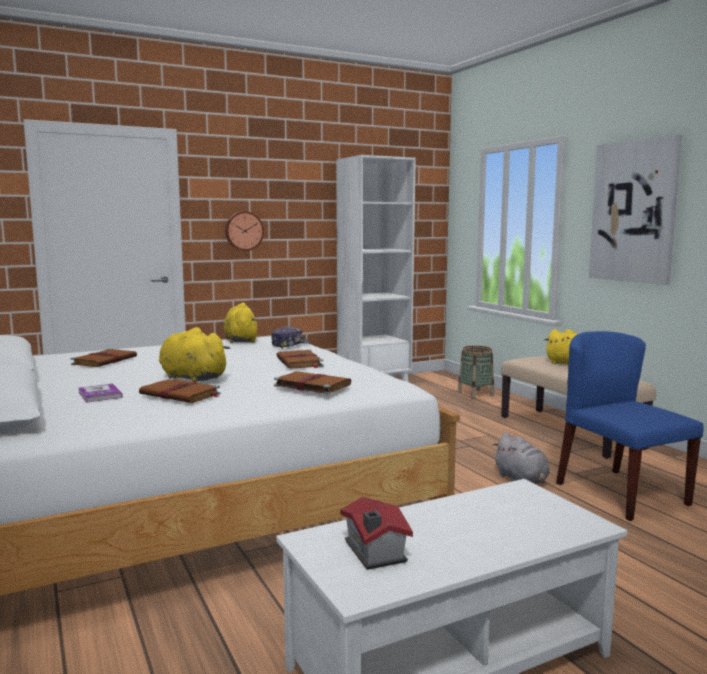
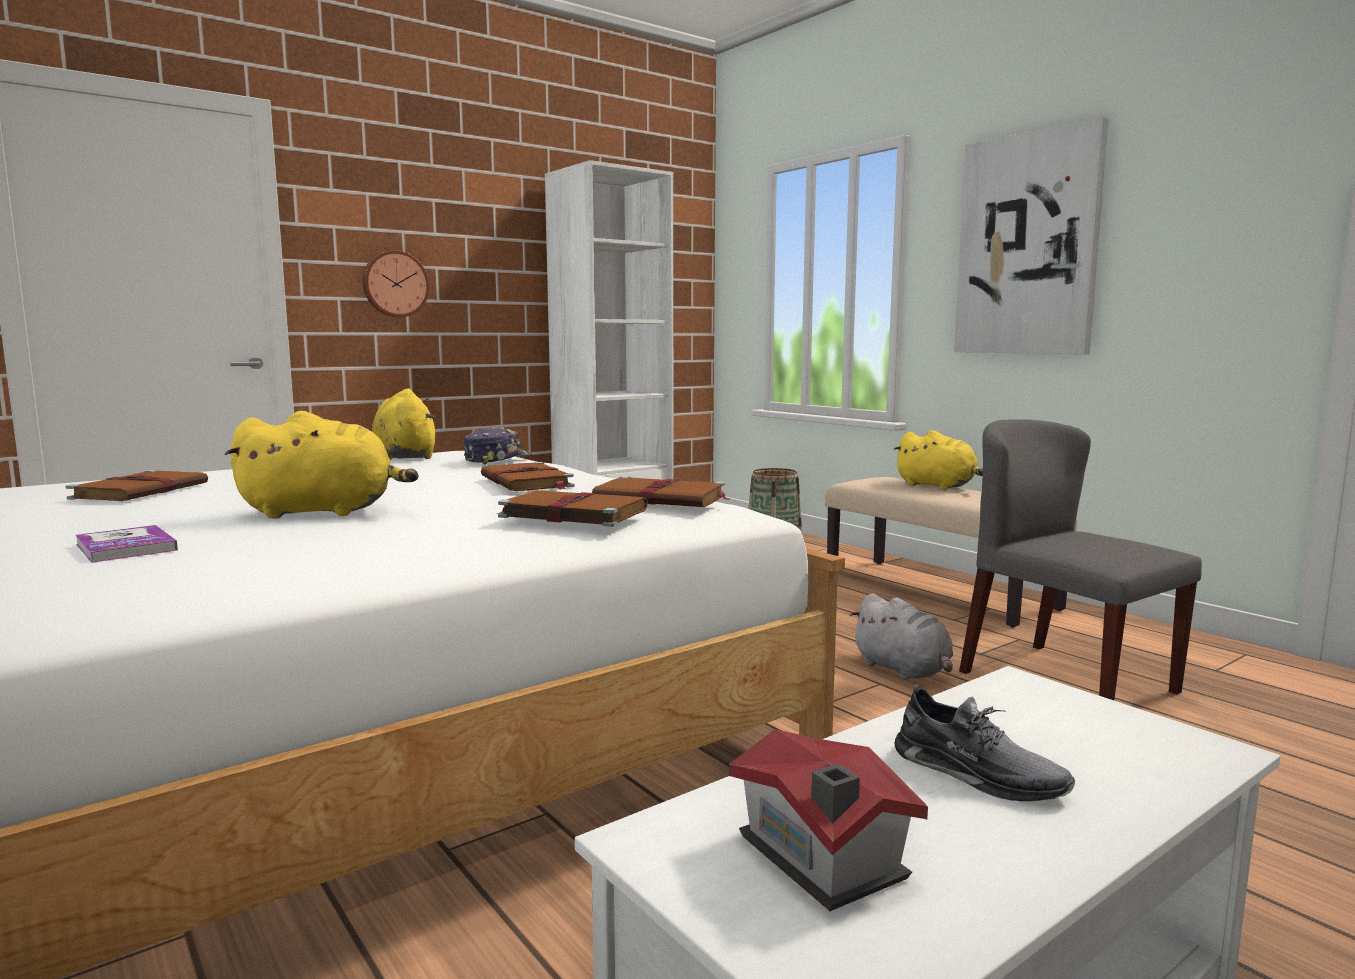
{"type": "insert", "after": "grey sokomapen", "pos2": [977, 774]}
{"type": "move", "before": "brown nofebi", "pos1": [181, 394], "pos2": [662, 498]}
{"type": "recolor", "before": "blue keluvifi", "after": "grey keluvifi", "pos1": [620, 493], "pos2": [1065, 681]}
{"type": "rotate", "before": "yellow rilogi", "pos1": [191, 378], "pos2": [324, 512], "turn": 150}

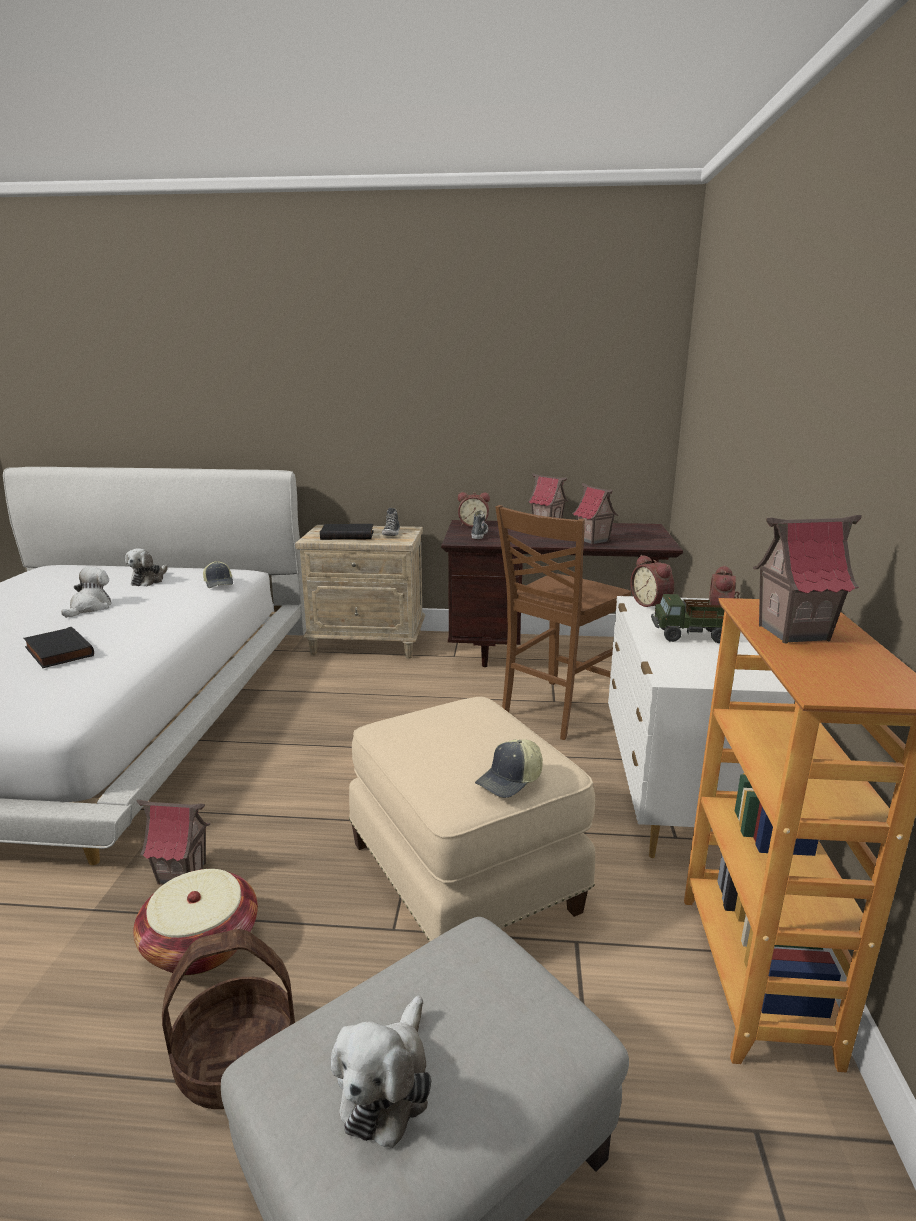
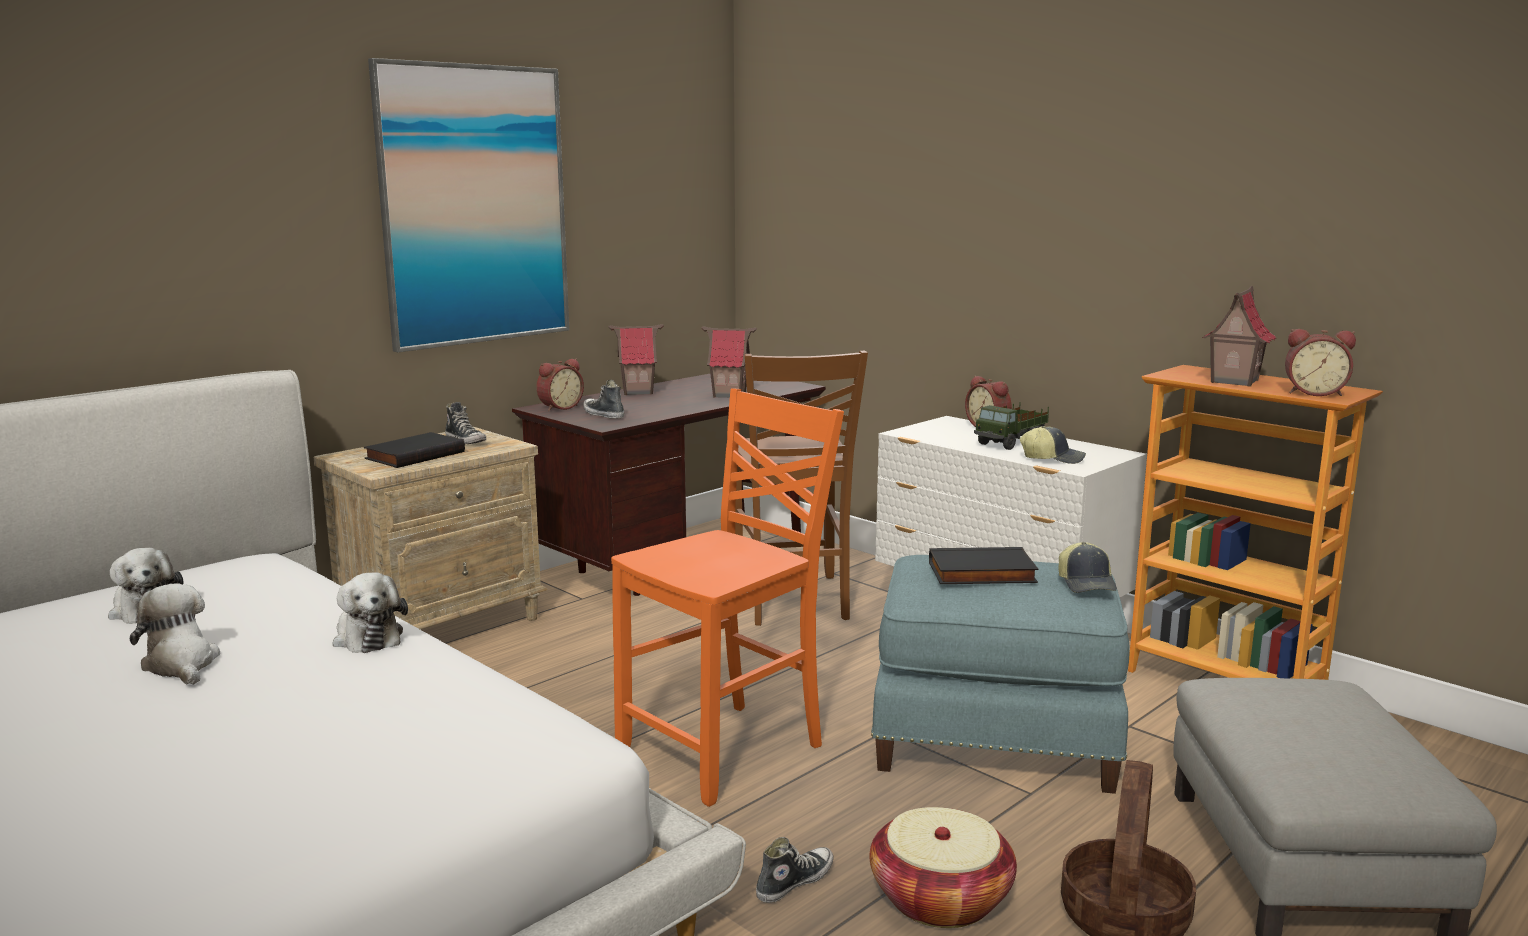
{"type": "insert", "after": "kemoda", "pos2": [475, 206]}
{"type": "insert", "after": "orange keluvifi", "pos2": [726, 750]}
{"type": "move", "before": "black nofebi", "pos1": [57, 652], "pos2": [981, 573]}
{"type": "move", "before": "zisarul", "pos1": [219, 583], "pos2": [1053, 458]}
{"type": "move", "before": "rilogi", "pos1": [387, 1084], "pos2": [367, 637]}
{"type": "move", "before": "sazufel", "pos1": [652, 604], "pos2": [1314, 393]}
{"type": "replace", "before": "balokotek", "after": "sokomapen", "pos1": [182, 872], "pos2": [794, 882]}
{"type": "recolor", "before": "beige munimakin", "after": "blue munimakin", "pos1": [465, 875], "pos2": [994, 736]}

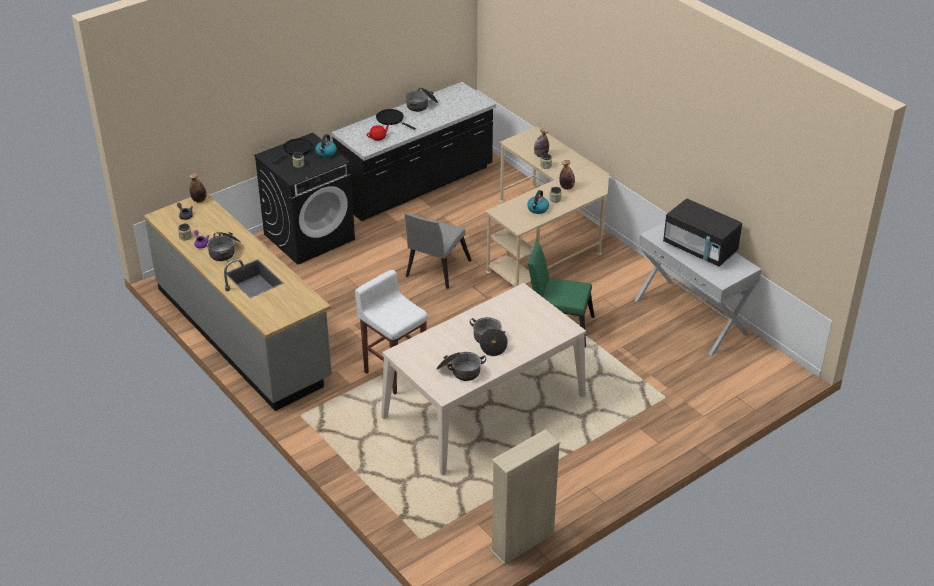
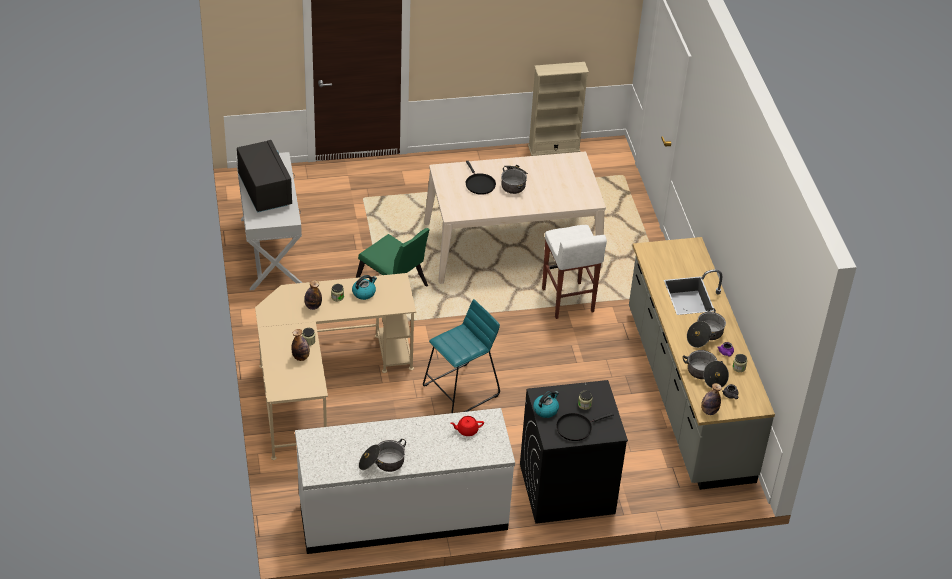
{"type": "move", "before": "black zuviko", "pos1": [391, 119], "pos2": [479, 184]}
{"type": "move", "before": "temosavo", "pos1": [459, 371], "pos2": [705, 375]}
{"type": "replace", "before": "grey keluvifi", "after": "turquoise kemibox", "pos1": [435, 270], "pos2": [461, 390]}
{"type": "recolor", "before": "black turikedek", "after": "white turikedek", "pos1": [416, 186], "pos2": [403, 514]}

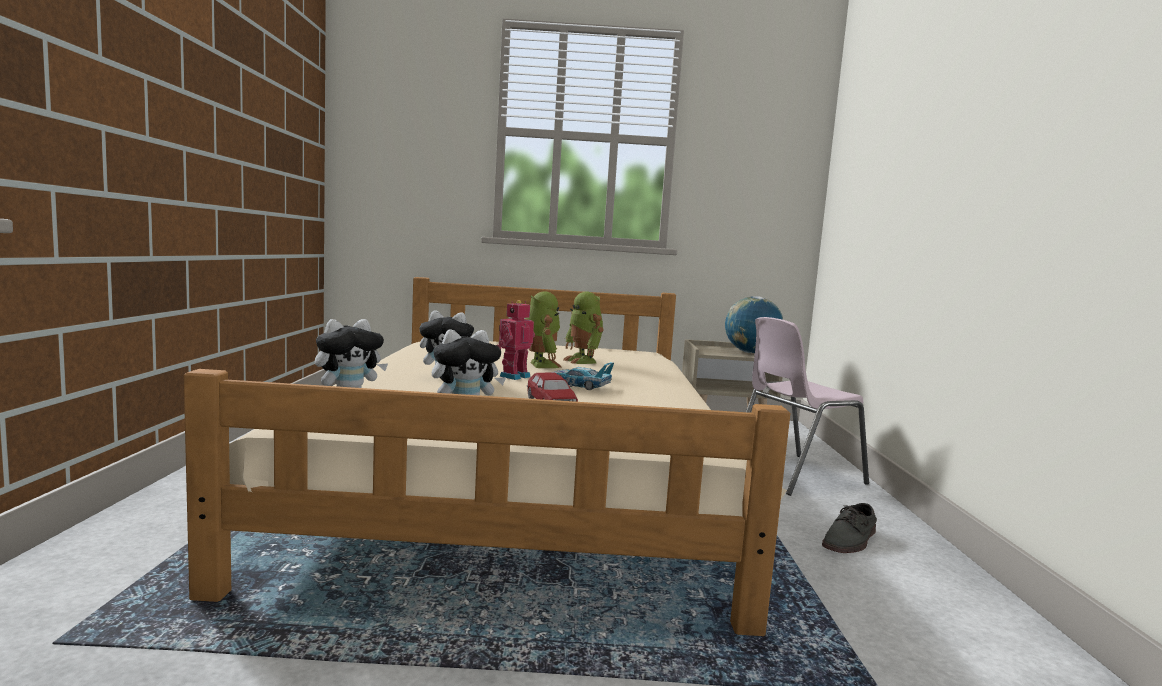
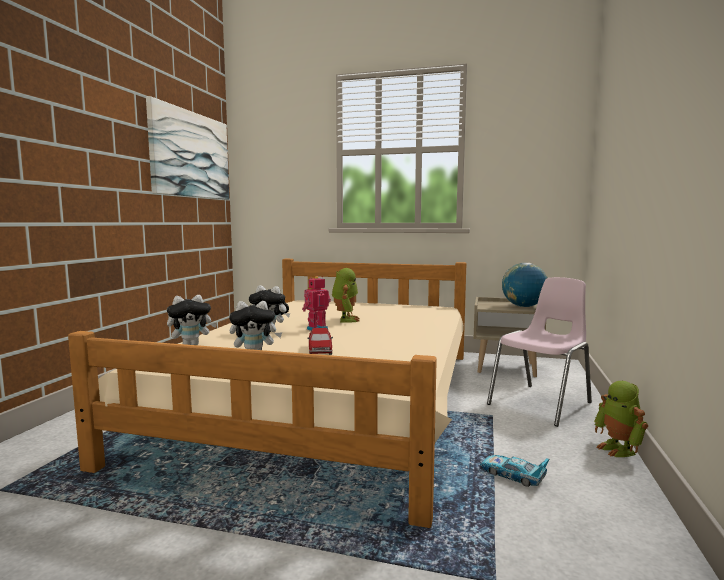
{"type": "delete", "before": "grey sokomapen", "pos1": [850, 540]}
{"type": "insert", "after": "kemoda", "pos2": [190, 155]}
{"type": "move", "before": "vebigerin", "pos1": [577, 385], "pos2": [512, 475]}
{"type": "move", "before": "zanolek", "pos1": [583, 361], "pos2": [618, 449]}
{"type": "rotate", "before": "pink keluvifi", "pos1": [793, 474], "pos2": [542, 403], "turn": 150}

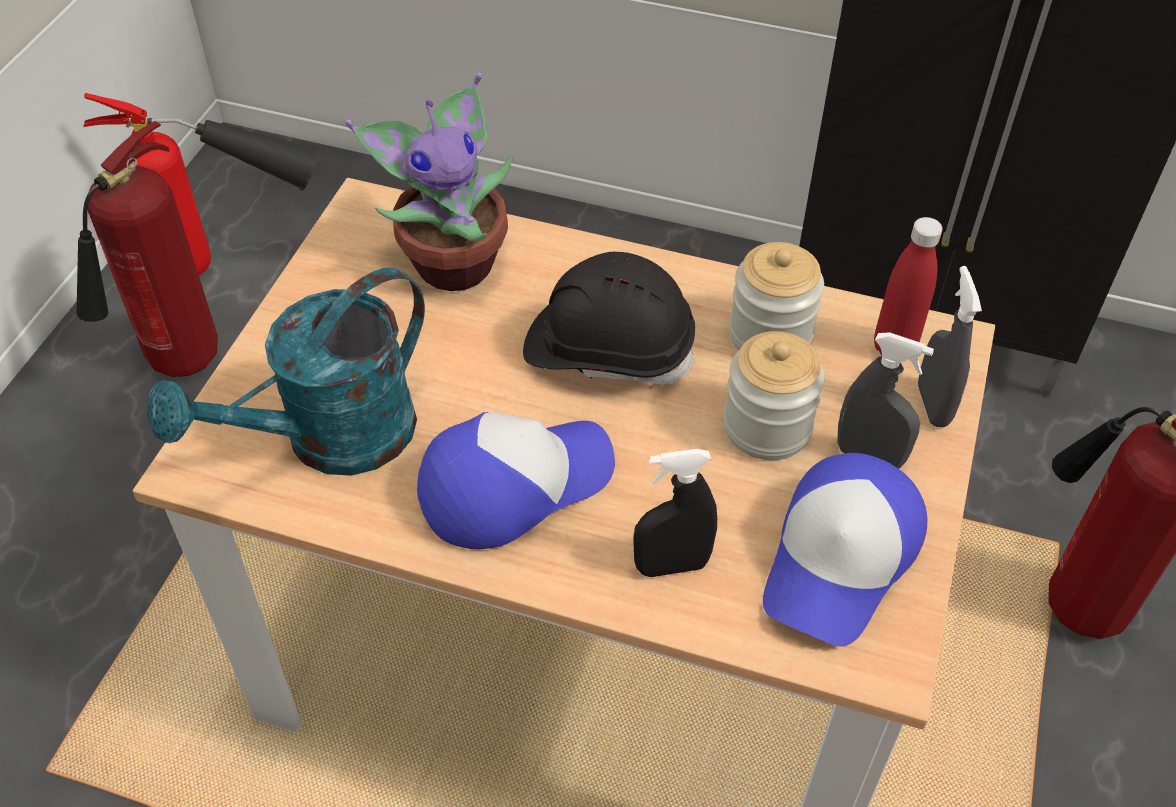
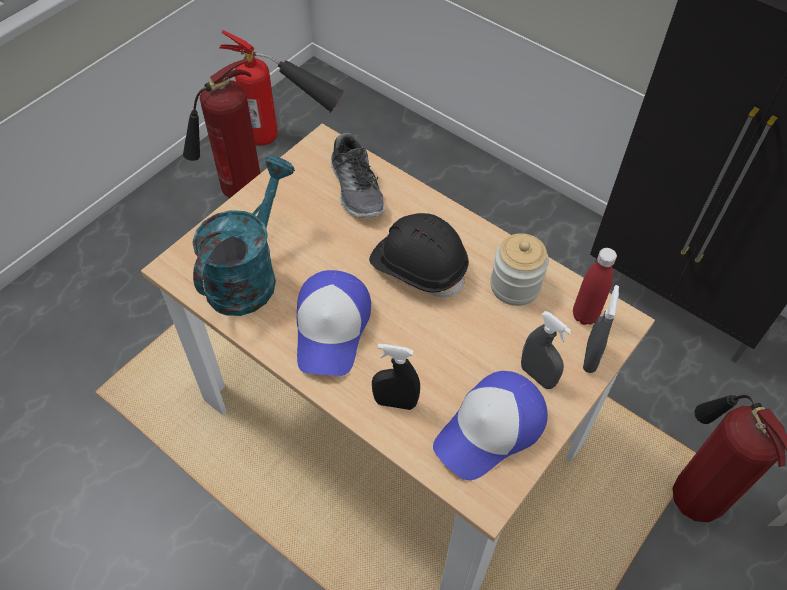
{"type": "delete", "before": "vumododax", "pos1": [767, 427]}
{"type": "replace", "before": "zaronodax", "after": "sokomapen", "pos1": [452, 261], "pos2": [357, 189]}
{"type": "rotate", "before": "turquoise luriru", "pos1": [330, 440], "pos2": [248, 274], "turn": 135}
{"type": "rotate", "before": "zisarul", "pos1": [514, 484], "pos2": [332, 329], "turn": 105}

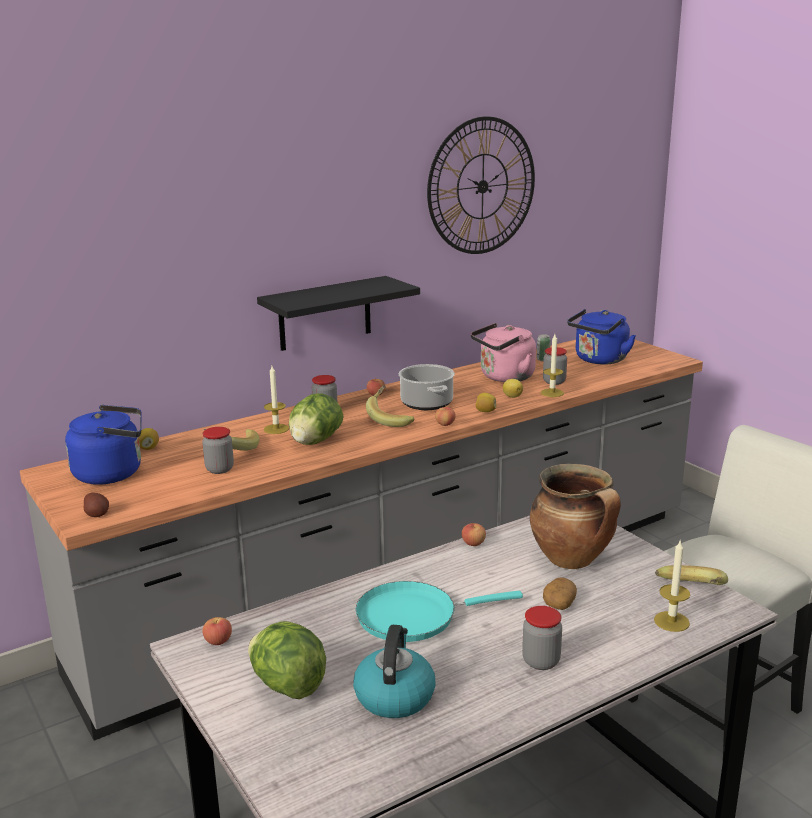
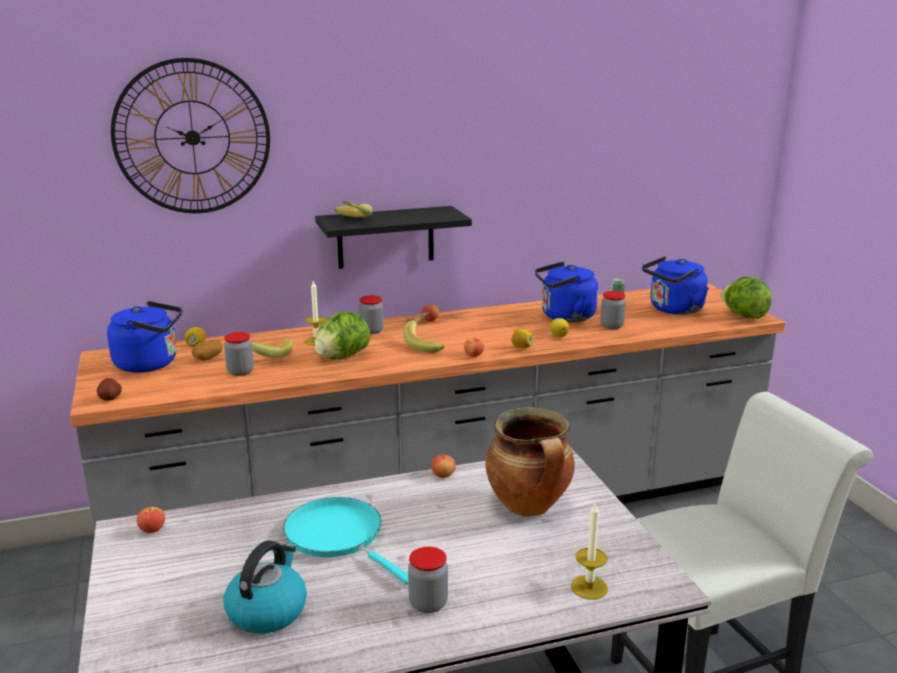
{"type": "delete", "before": "temosavo", "pos1": [426, 403]}
{"type": "delete", "before": "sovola", "pos1": [552, 393]}
{"type": "move", "before": "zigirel", "pos1": [287, 685], "pos2": [743, 315]}
{"type": "move", "before": "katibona", "pos1": [482, 186], "pos2": [192, 137]}
{"type": "move", "before": "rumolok", "pos1": [559, 603], "pos2": [208, 357]}
{"type": "move", "before": "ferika", "pos1": [690, 593], "pos2": [348, 221]}
{"type": "recolor", "before": "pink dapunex", "after": "blue dapunex", "pos1": [504, 377], "pos2": [564, 317]}
{"type": "rotate", "before": "turquoise zuviko", "pos1": [413, 616], "pos2": [338, 536], "turn": 45}

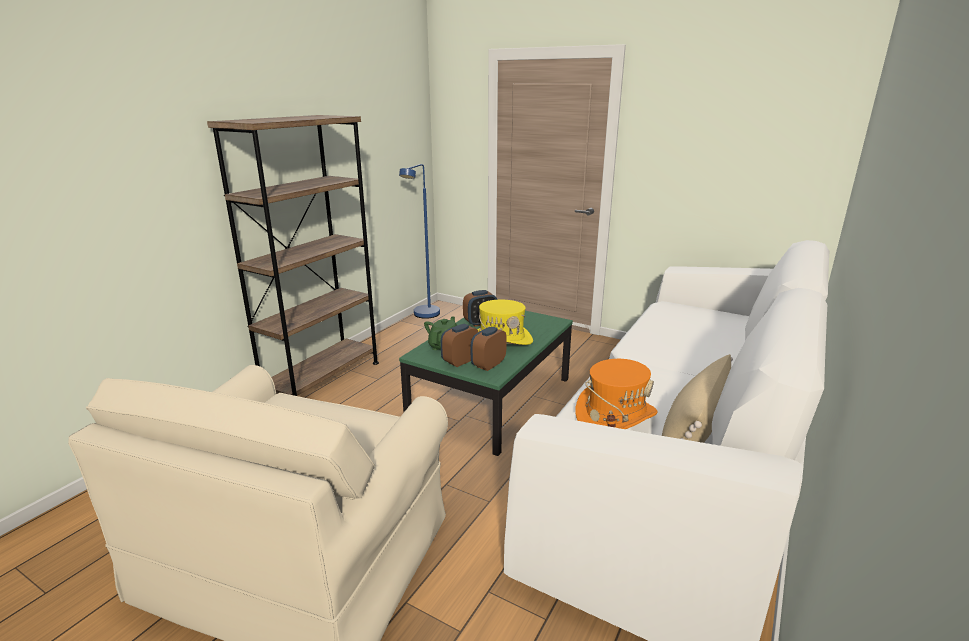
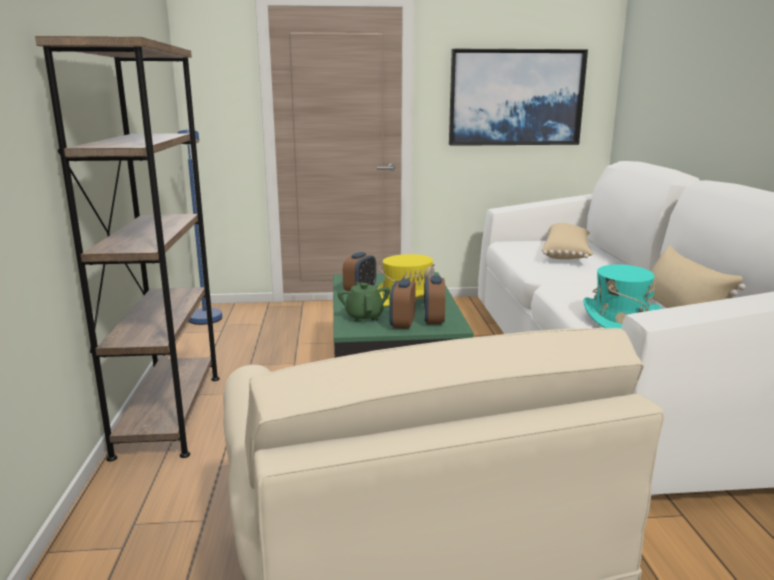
{"type": "insert", "after": "kemoda", "pos2": [515, 98]}
{"type": "insert", "after": "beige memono", "pos2": [567, 254]}
{"type": "recolor", "before": "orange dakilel", "after": "turquoise dakilel", "pos1": [615, 415], "pos2": [619, 319]}

